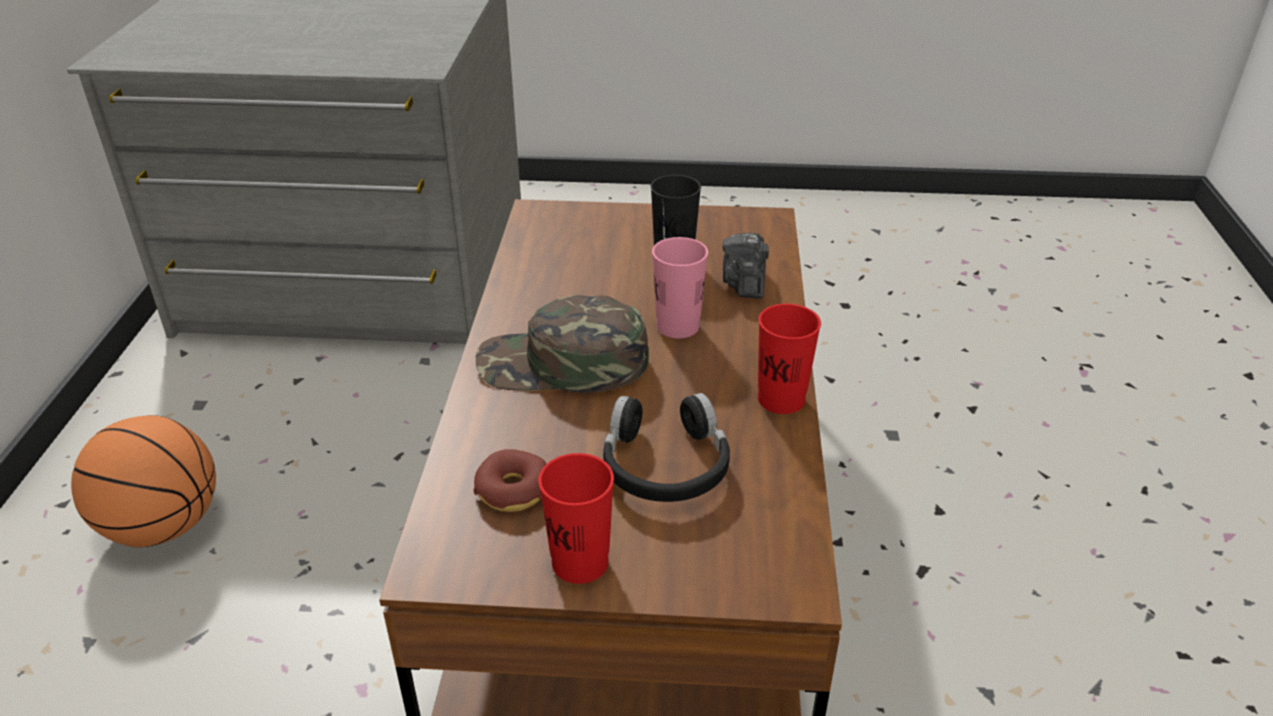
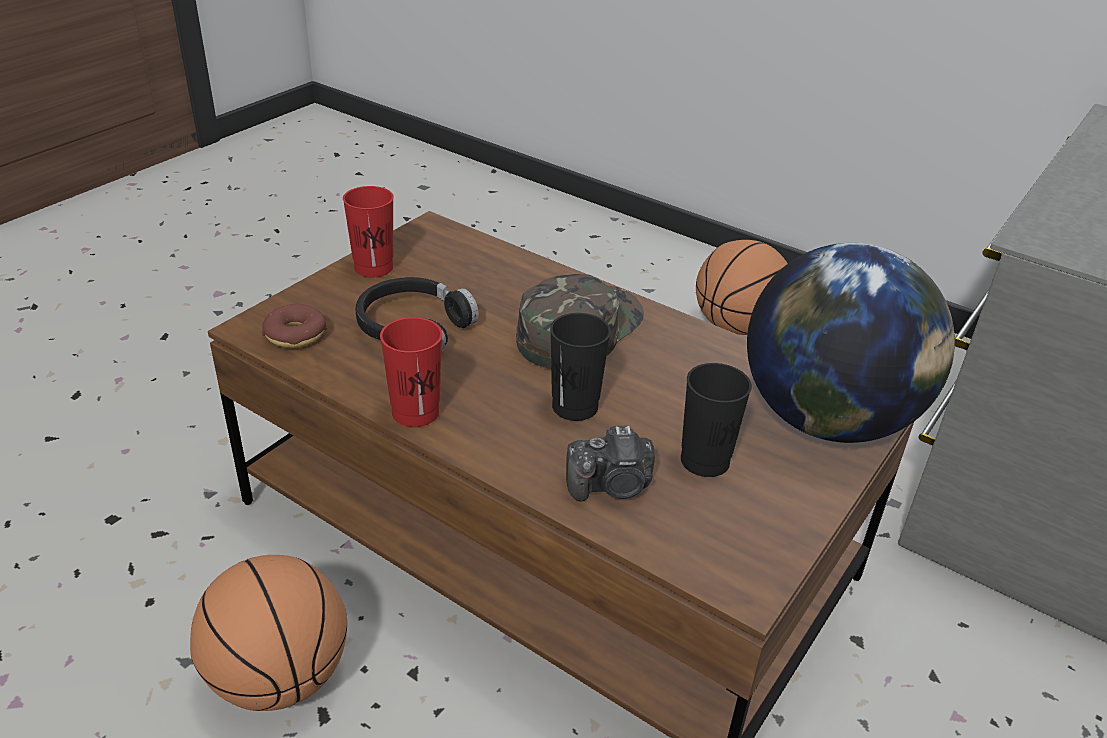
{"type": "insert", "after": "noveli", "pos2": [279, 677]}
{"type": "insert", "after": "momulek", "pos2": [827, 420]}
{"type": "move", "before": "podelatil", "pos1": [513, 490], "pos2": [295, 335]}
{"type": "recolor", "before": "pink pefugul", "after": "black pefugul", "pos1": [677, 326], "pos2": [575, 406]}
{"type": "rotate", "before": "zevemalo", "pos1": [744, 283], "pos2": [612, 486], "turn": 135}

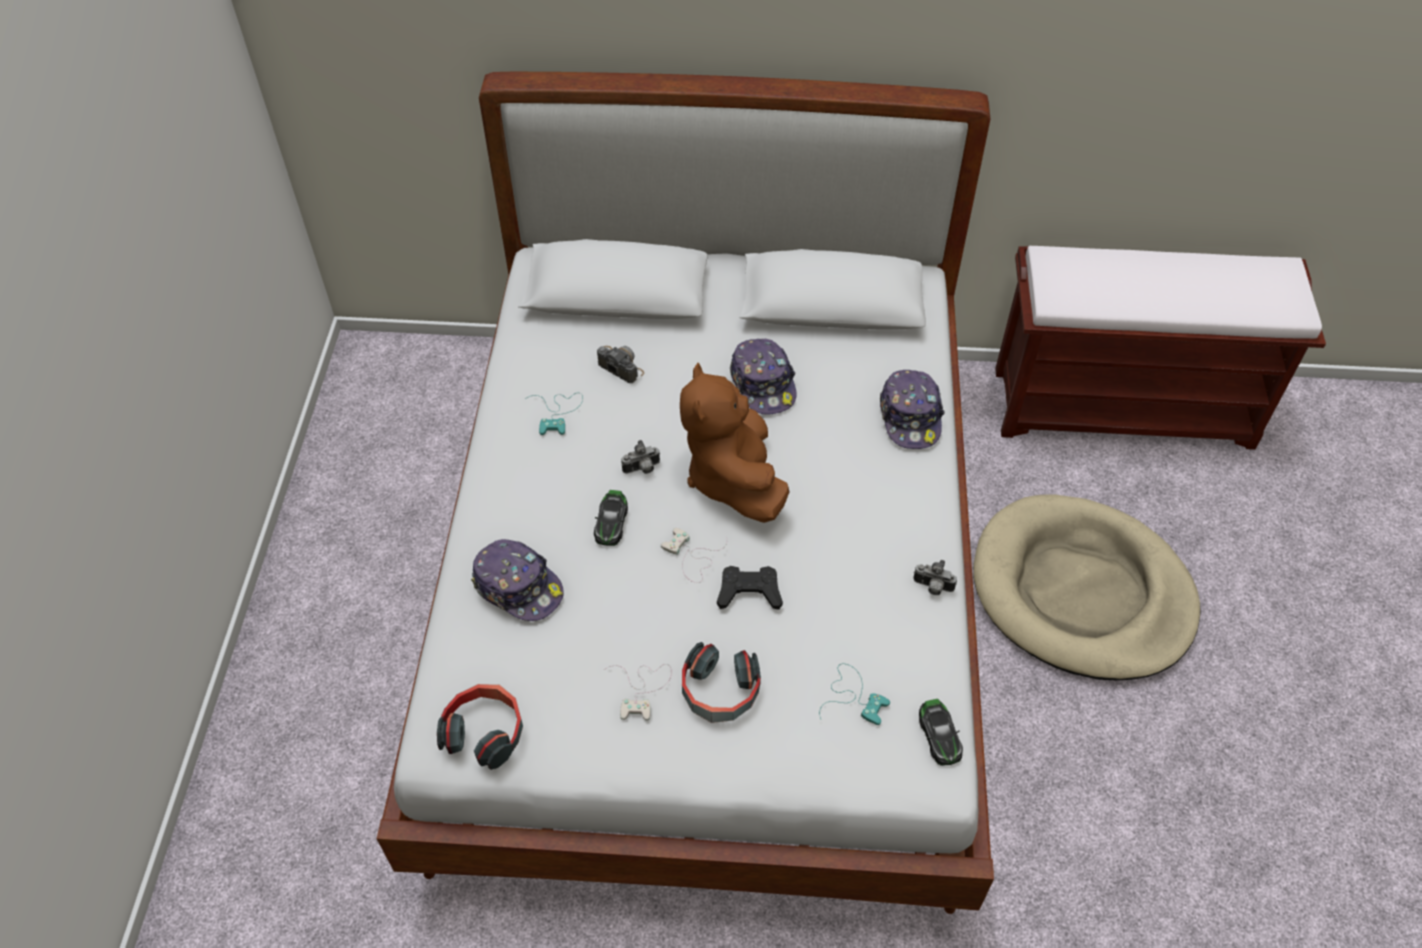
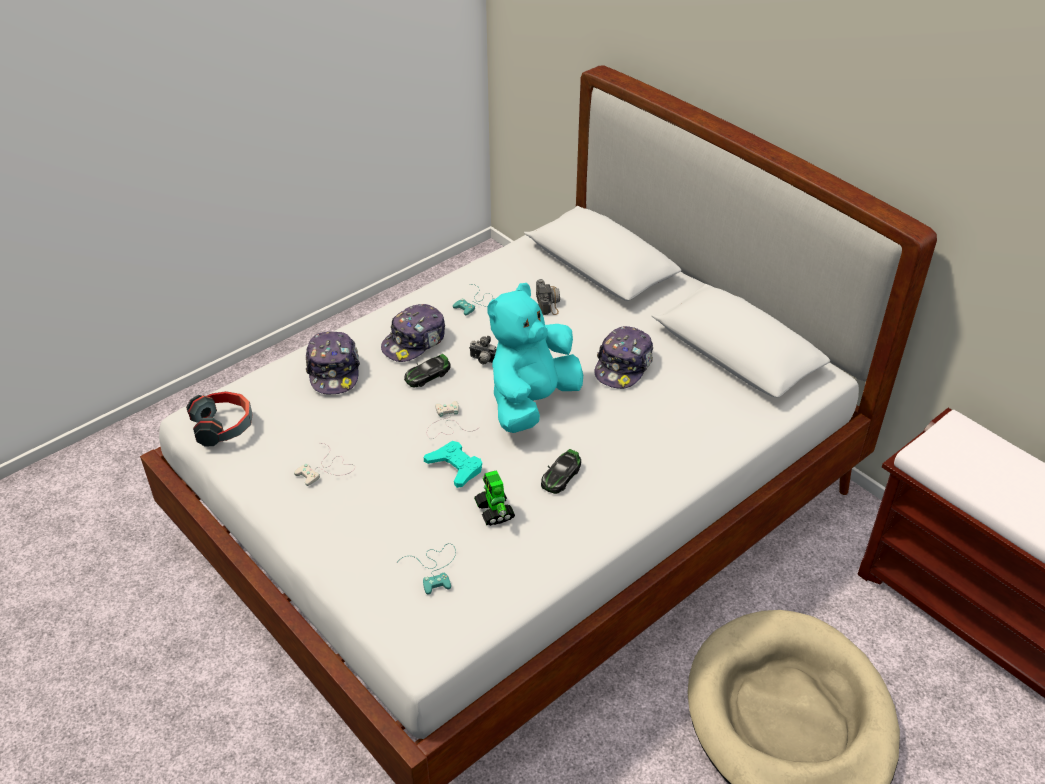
{"type": "delete", "before": "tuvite", "pos1": [719, 691]}
{"type": "delete", "before": "zevemalo", "pos1": [932, 587]}
{"type": "insert", "after": "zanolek", "pos2": [494, 511]}
{"type": "move", "before": "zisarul", "pos1": [910, 417], "pos2": [415, 342]}
{"type": "move", "before": "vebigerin", "pos1": [939, 735], "pos2": [561, 475]}
{"type": "recolor", "before": "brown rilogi", "after": "turquoise rilogi", "pos1": [733, 478], "pos2": [532, 402]}
{"type": "recolor", "before": "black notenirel", "after": "turquoise notenirel", "pos1": [749, 592], "pos2": [455, 467]}

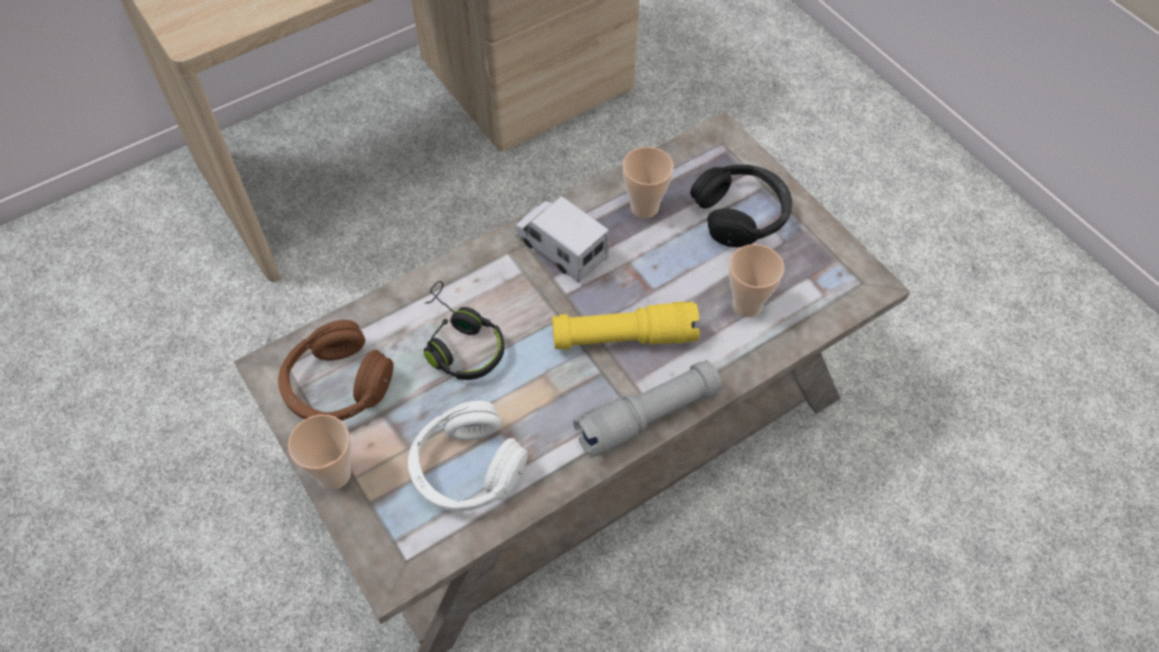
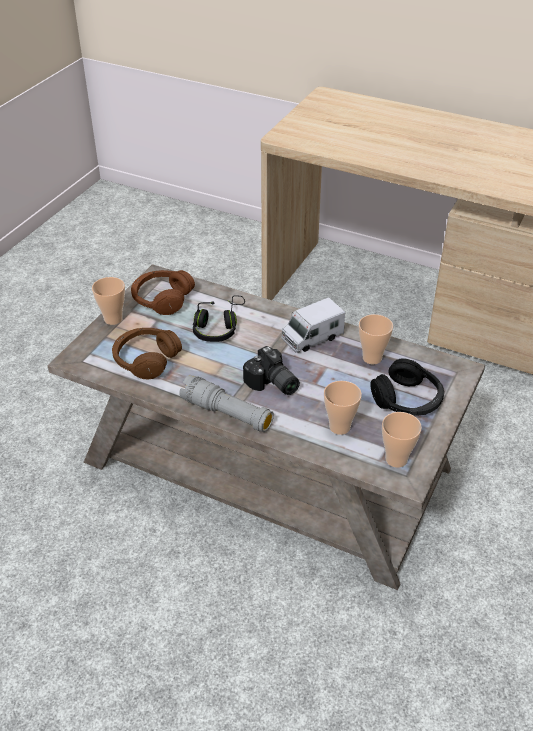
{"type": "insert", "after": "pefugul", "pos2": [396, 459]}
{"type": "replace", "before": "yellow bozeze", "after": "zevemalo", "pos1": [624, 338], "pos2": [272, 384]}
{"type": "recolor", "before": "white tuvite", "after": "brown tuvite", "pos1": [466, 469], "pos2": [146, 359]}
{"type": "rotate", "before": "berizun", "pos1": [561, 248], "pos2": [312, 337], "turn": -135}

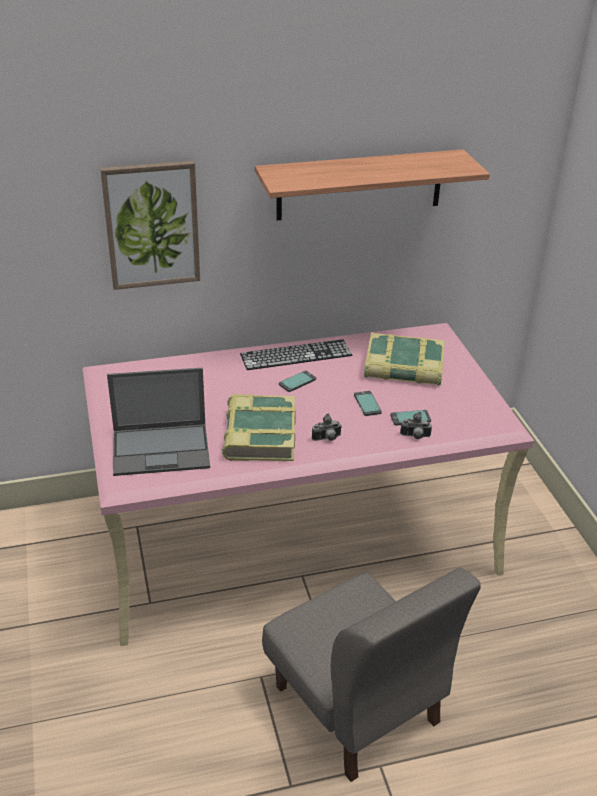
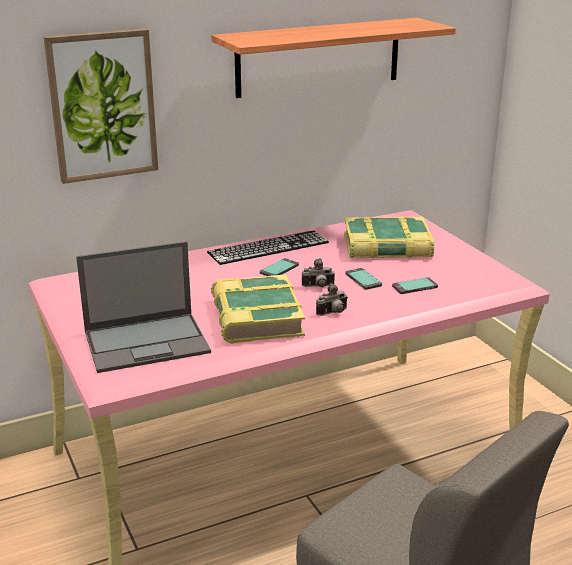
{"type": "move", "before": "zevemalo", "pos1": [415, 437], "pos2": [318, 287]}

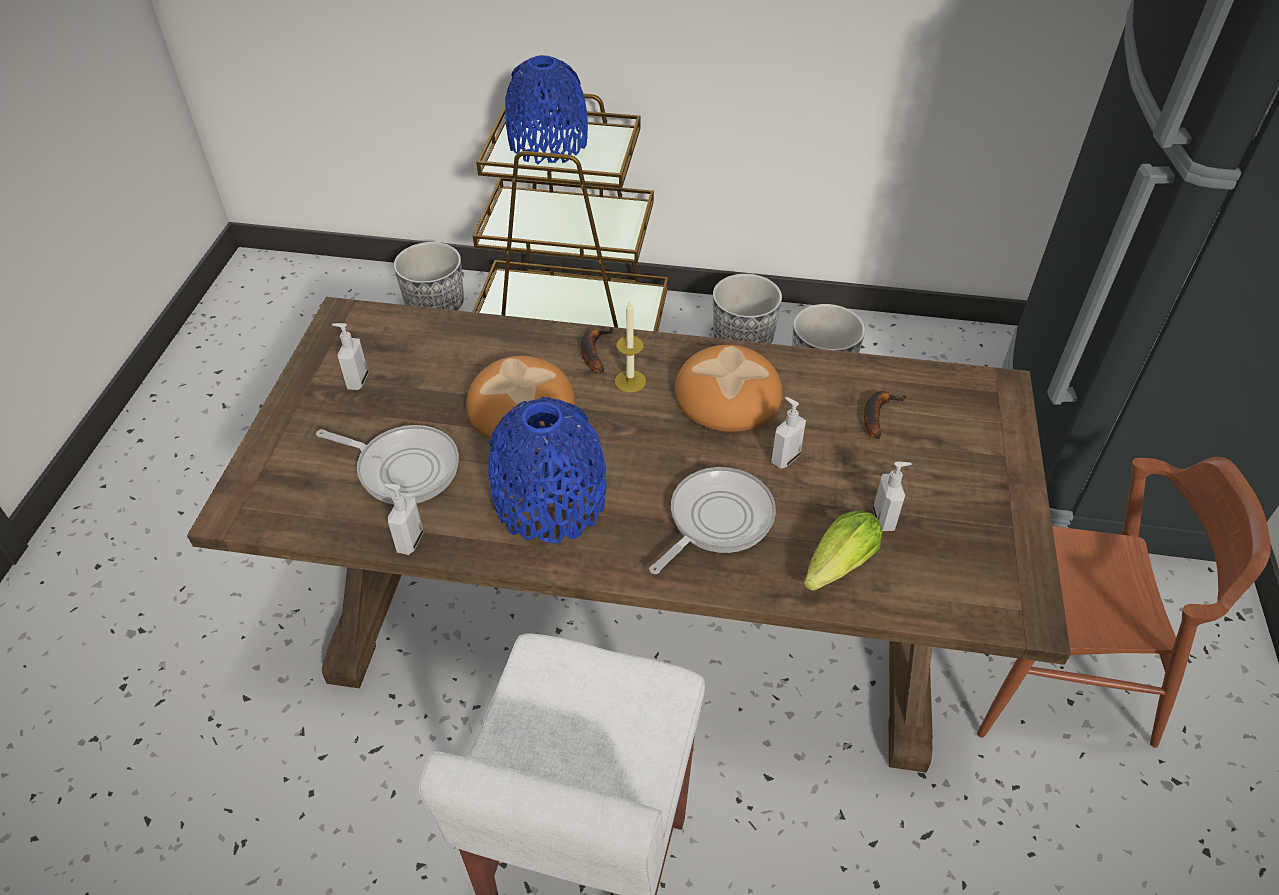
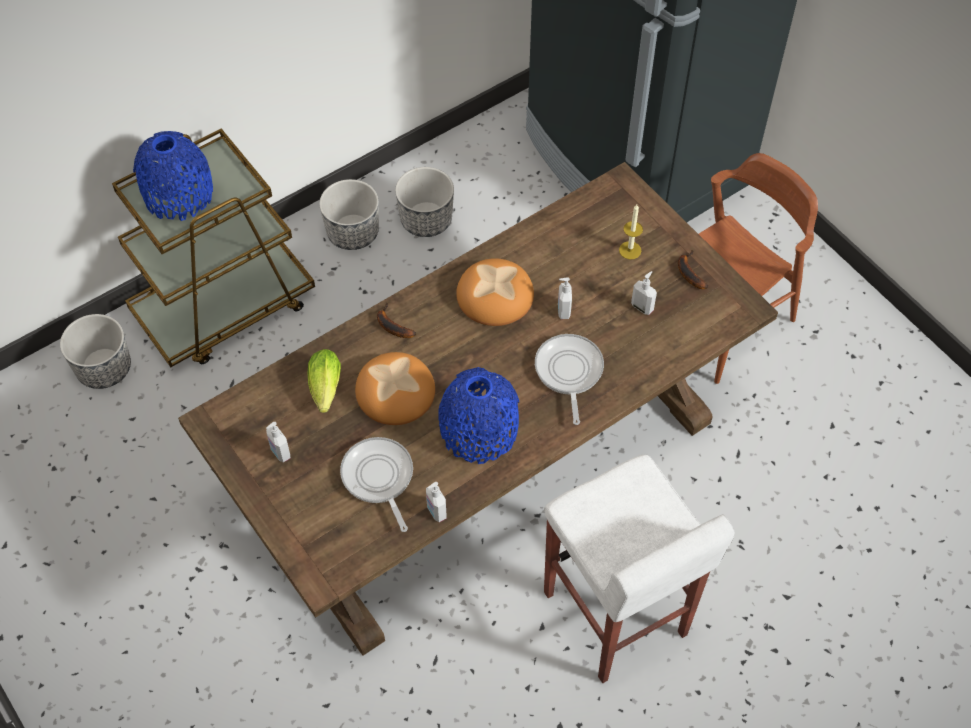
{"type": "move", "before": "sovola", "pos1": [630, 381], "pos2": [630, 250]}
{"type": "move", "before": "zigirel", "pos1": [835, 568], "pos2": [325, 390]}
{"type": "move", "before": "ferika", "pos1": [877, 414], "pos2": [688, 272]}
{"type": "rotate", "before": "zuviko", "pos1": [403, 468], "pos2": [379, 478], "turn": -90}

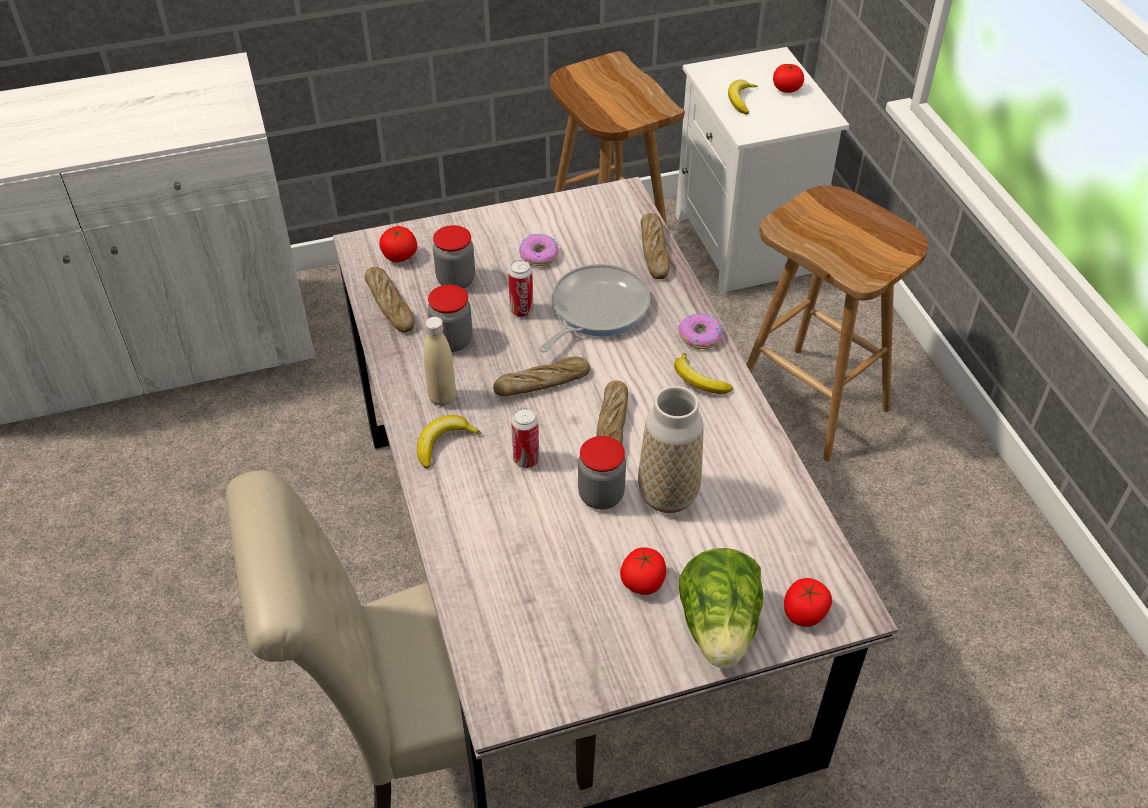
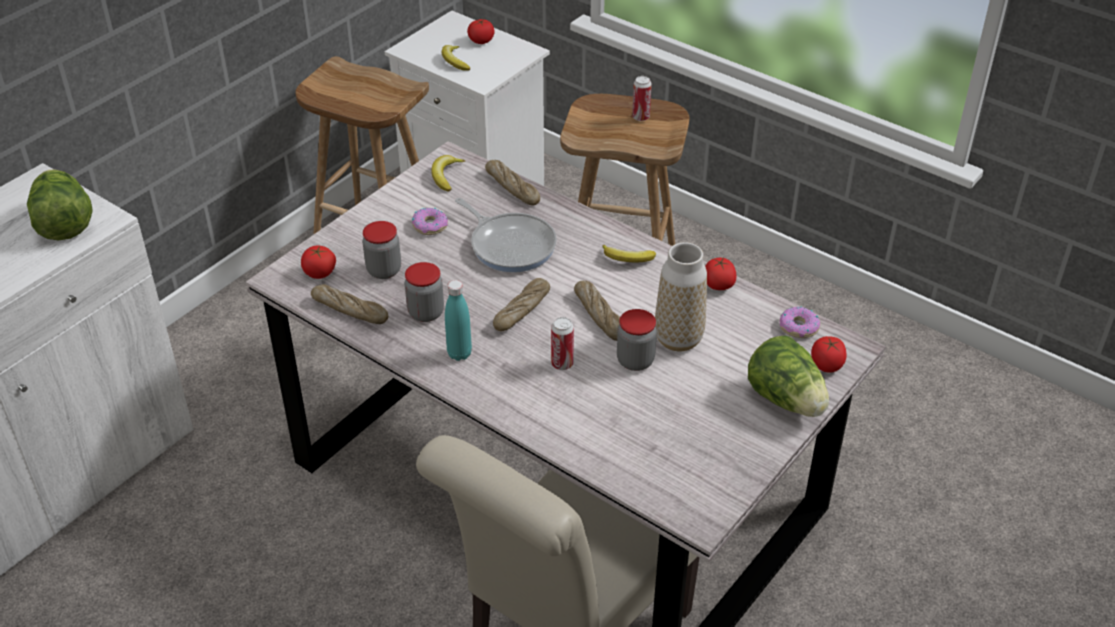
{"type": "insert", "after": "zigirel", "pos2": [64, 224]}
{"type": "move", "before": "ferika", "pos1": [443, 443], "pos2": [446, 176]}
{"type": "move", "before": "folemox", "pos1": [521, 310], "pos2": [640, 117]}
{"type": "move", "before": "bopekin", "pos1": [643, 582], "pos2": [718, 284]}
{"type": "move", "before": "podelatil", "pos1": [700, 336], "pos2": [798, 327]}
{"type": "recolor", "before": "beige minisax", "after": "turquoise minisax", "pos1": [442, 398], "pos2": [459, 354]}
{"type": "rotate", "before": "zuviko", "pos1": [595, 310], "pos2": [510, 245], "turn": 135}

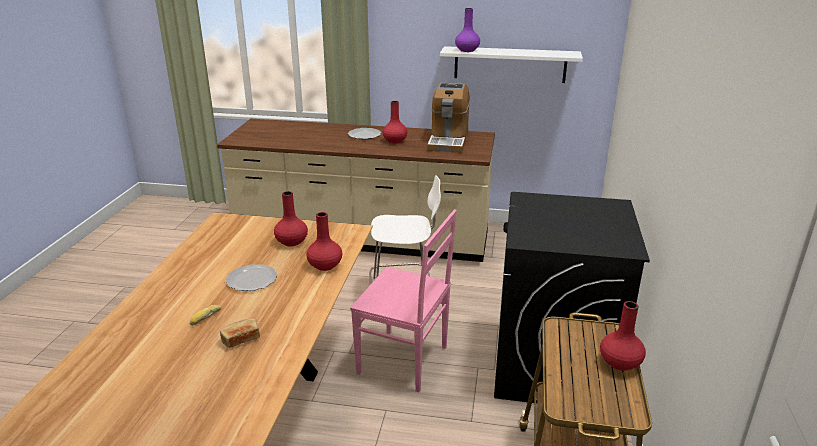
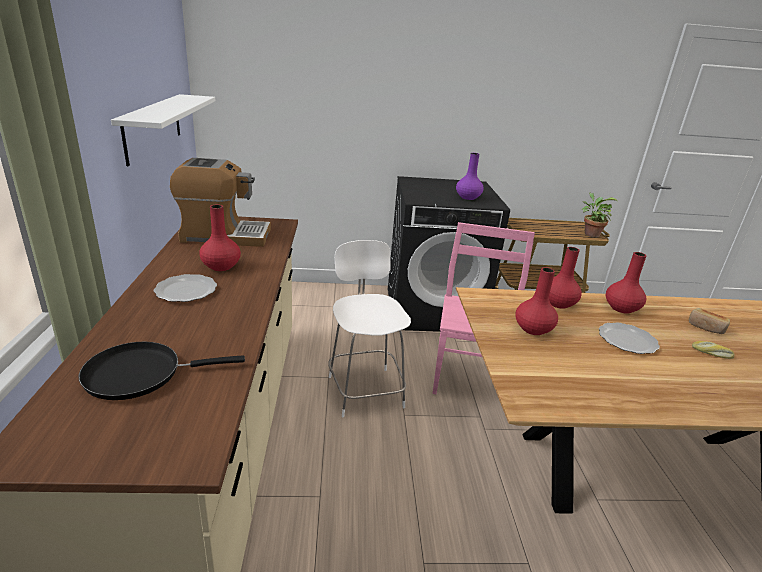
{"type": "insert", "after": "black zuviko", "pos2": [140, 374]}
{"type": "insert", "after": "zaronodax", "pos2": [590, 234]}
{"type": "move", "before": "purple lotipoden", "pos1": [467, 50], "pos2": [468, 197]}
{"type": "move", "before": "red lotipoden", "pos1": [619, 362], "pos2": [621, 308]}

